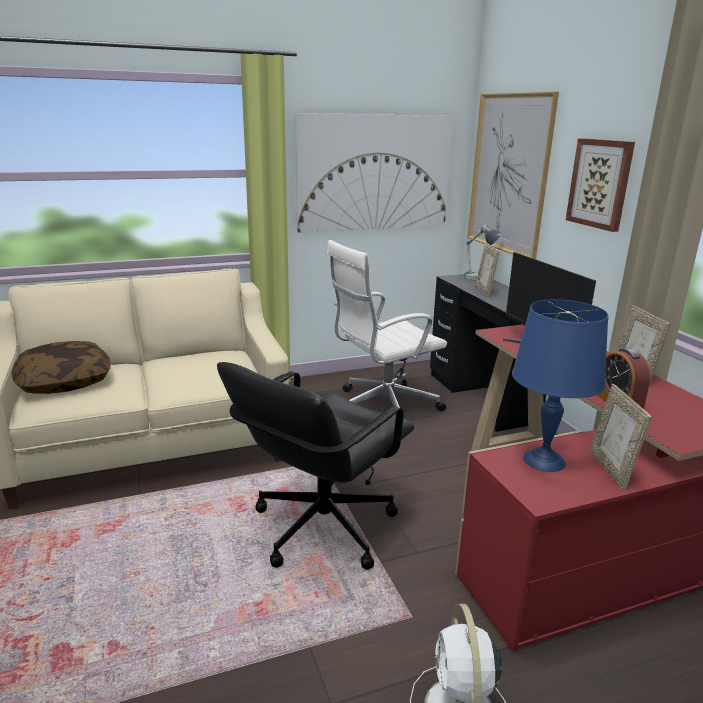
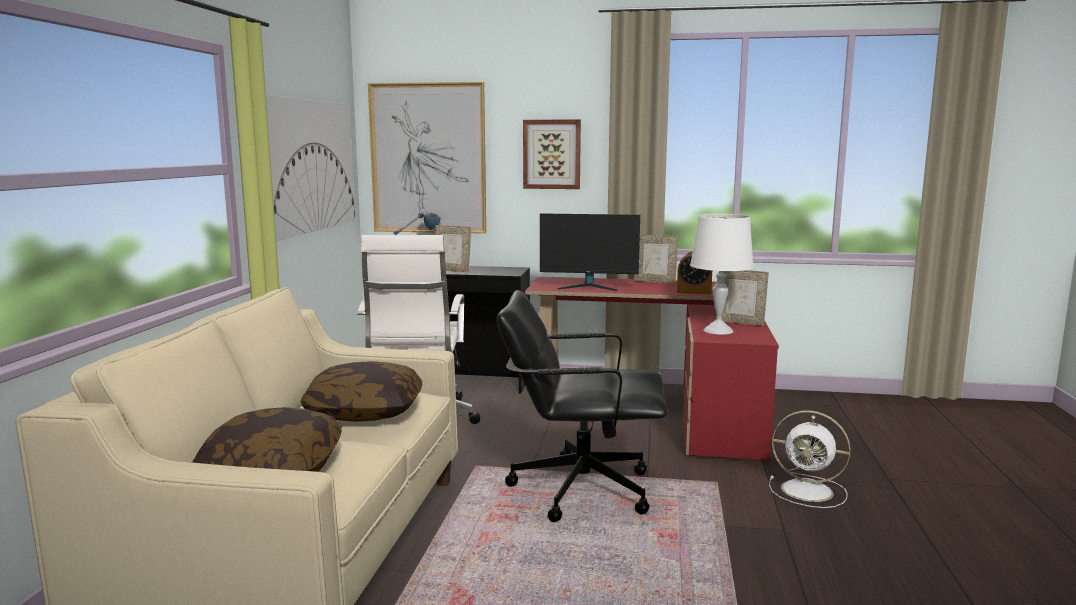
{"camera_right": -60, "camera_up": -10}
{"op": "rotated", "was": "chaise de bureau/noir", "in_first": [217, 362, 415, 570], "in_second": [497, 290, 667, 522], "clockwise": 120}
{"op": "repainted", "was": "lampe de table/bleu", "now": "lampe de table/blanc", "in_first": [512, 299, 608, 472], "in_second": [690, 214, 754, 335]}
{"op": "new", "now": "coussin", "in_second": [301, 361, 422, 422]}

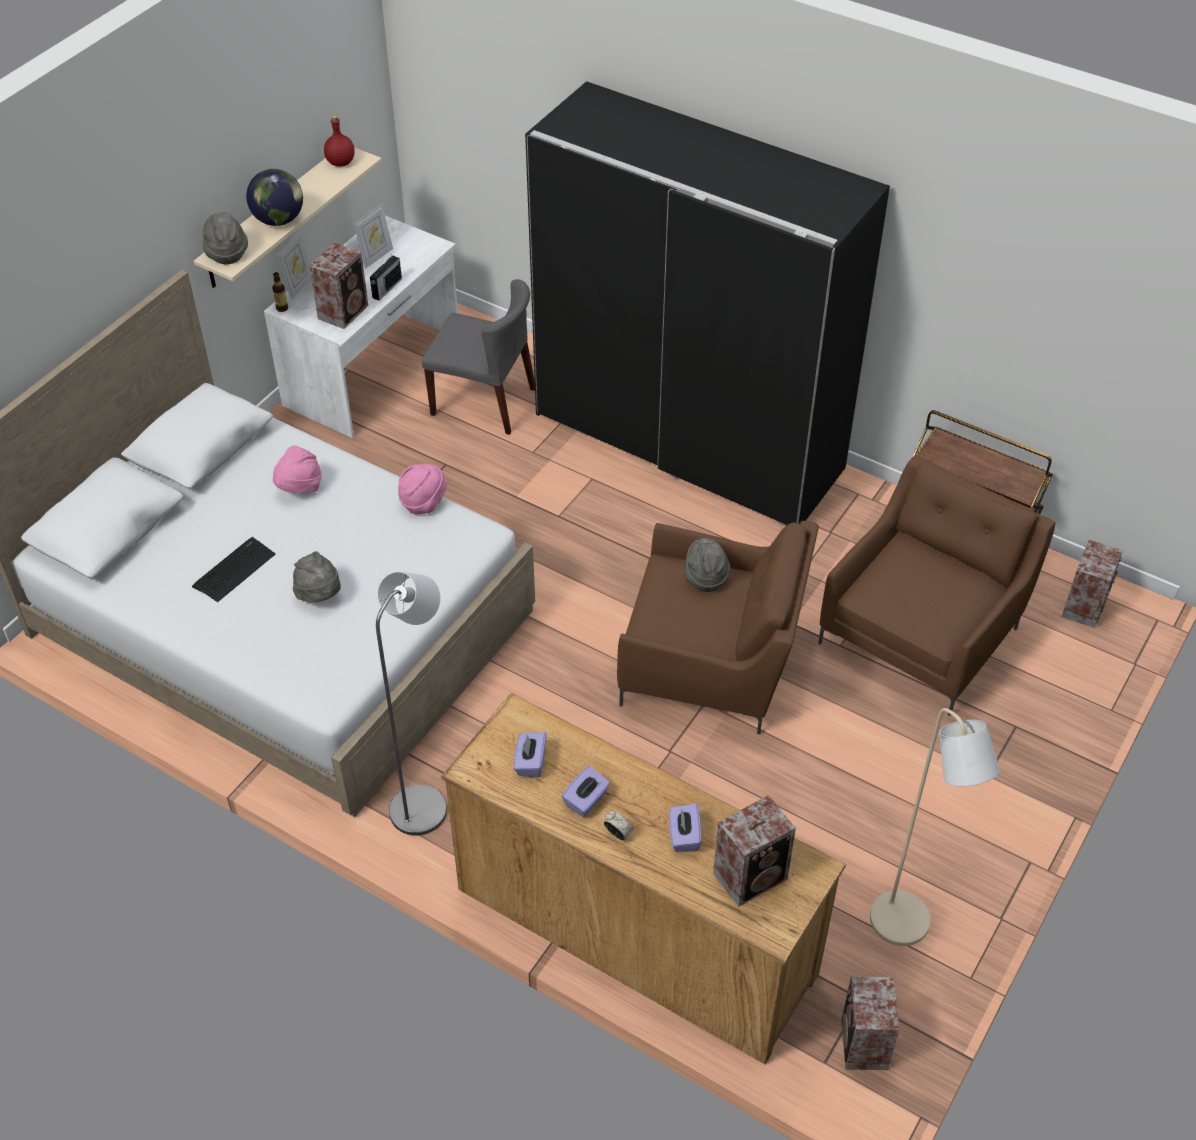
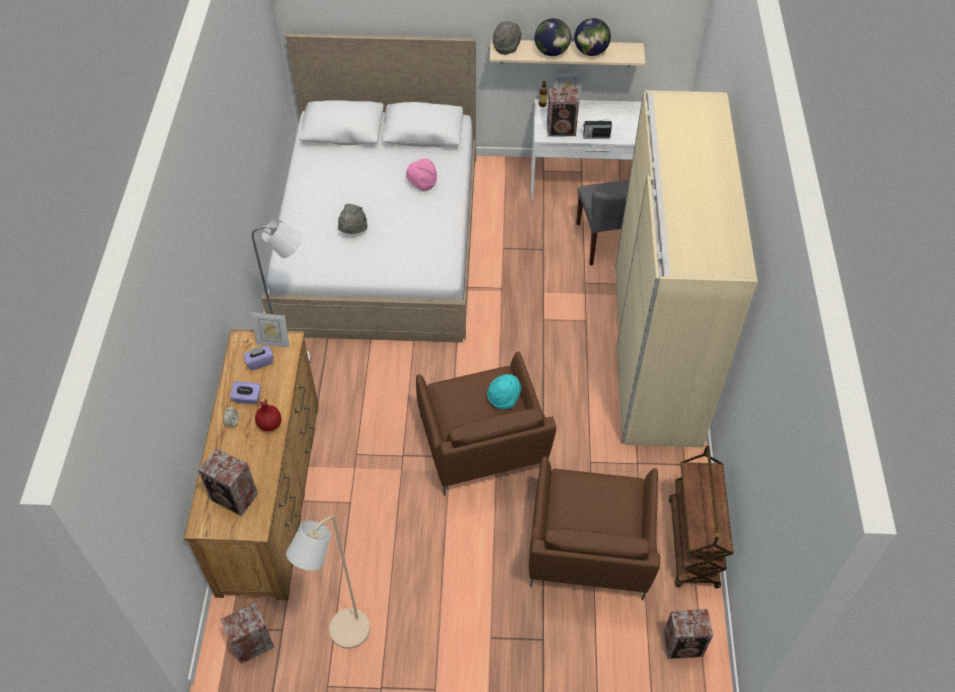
{"camera_right": 60, "camera_up": 5}
{"op": "gone", "was": "clavier", "in_first": [192, 537, 275, 602]}
{"op": "shifted", "was": "bouteille/rouge", "in_first": [324, 115, 355, 167], "in_second": [255, 398, 281, 432]}
{"op": "shifted", "was": "cadre photo", "in_first": [354, 204, 393, 269], "in_second": [251, 312, 290, 348]}
{"op": "gone", "was": "chapeau/rose", "in_first": [398, 464, 447, 514]}
{"op": "repainted", "was": "armoire/noir", "now": "armoire/beige", "in_first": [525, 81, 890, 526], "in_second": [615, 91, 758, 447]}
{"op": "gone", "was": "boîte à mouchoirs/violet", "in_first": [669, 803, 701, 852]}
{"op": "repainted", "was": "chapeau/gris", "now": "chapeau/turquoise", "in_first": [685, 538, 731, 592], "in_second": [487, 374, 521, 409]}
{"op": "rotated", "was": "fauteuil/marron", "in_first": [818, 455, 1056, 716], "in_second": [529, 456, 660, 600], "clockwise": 90}
{"op": "new", "now": "globe", "in_second": [574, 18, 611, 56]}

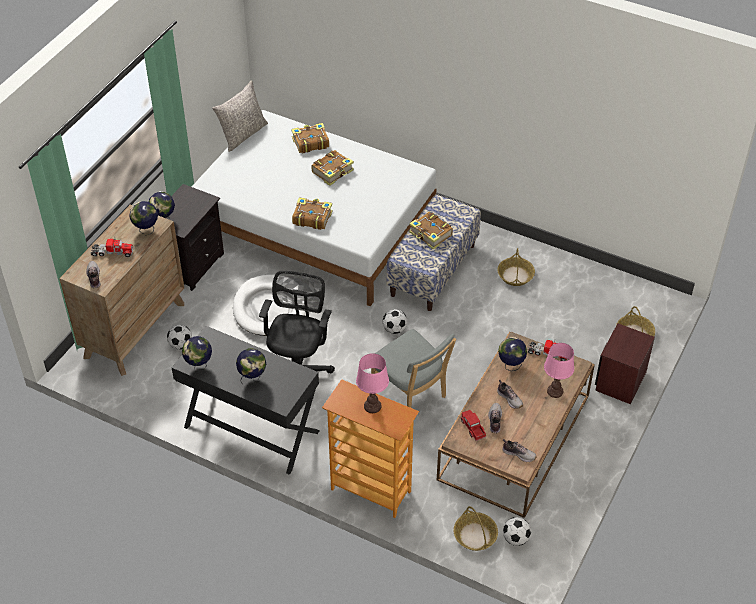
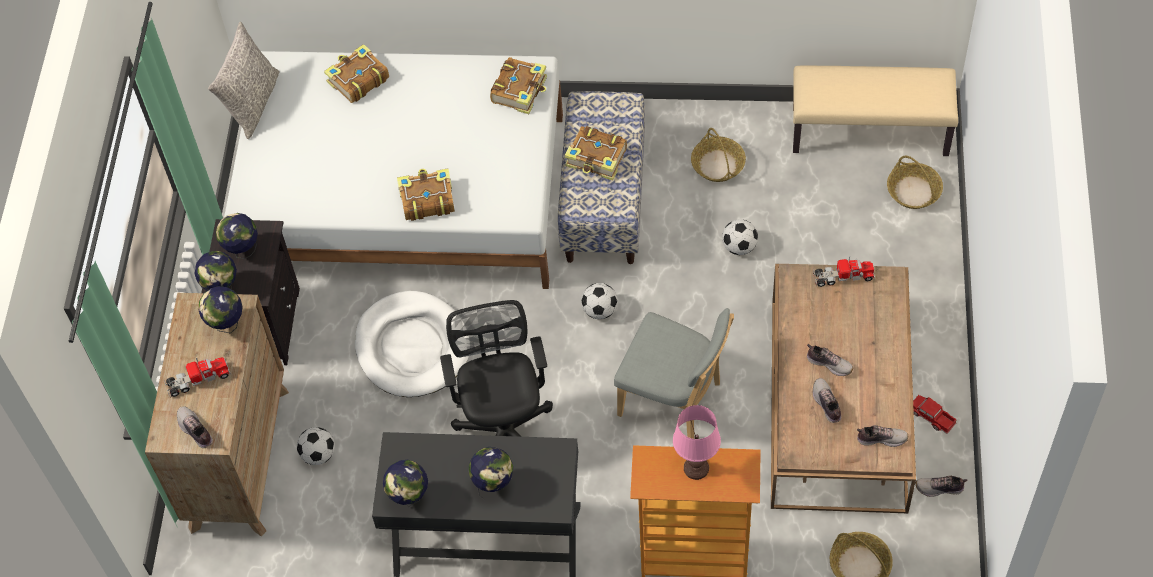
{"camera_right": -20, "camera_up": 10}
{"op": "shifted", "was": "livre", "in_first": [311, 150, 354, 186], "in_second": [490, 57, 547, 114]}
{"op": "shifted", "was": "camion jouet", "in_first": [460, 410, 486, 441], "in_second": [913, 395, 957, 434]}
{"op": "shifted", "was": "globe", "in_first": [498, 337, 527, 371], "in_second": [216, 213, 258, 259]}
{"op": "shifted", "was": "ballon de foot", "in_first": [503, 517, 531, 546], "in_second": [722, 219, 758, 255]}
{"op": "gone", "was": "lampe de table/rose", "in_first": [544, 343, 574, 398]}
{"op": "gone", "was": "table de chevet/marron", "in_first": [595, 323, 655, 404]}
{"op": "new", "now": "banc/beige", "in_second": [793, 65, 958, 156]}
{"op": "new", "now": "chaussure", "in_second": [916, 476, 967, 497]}

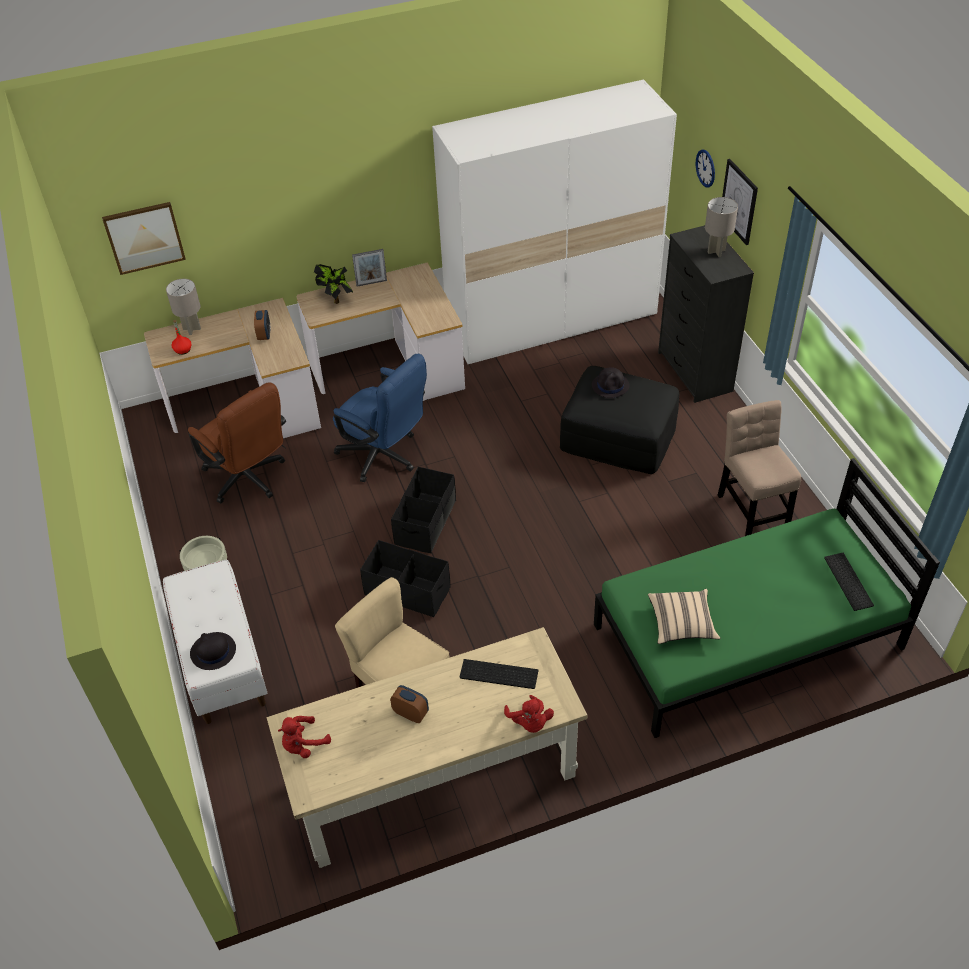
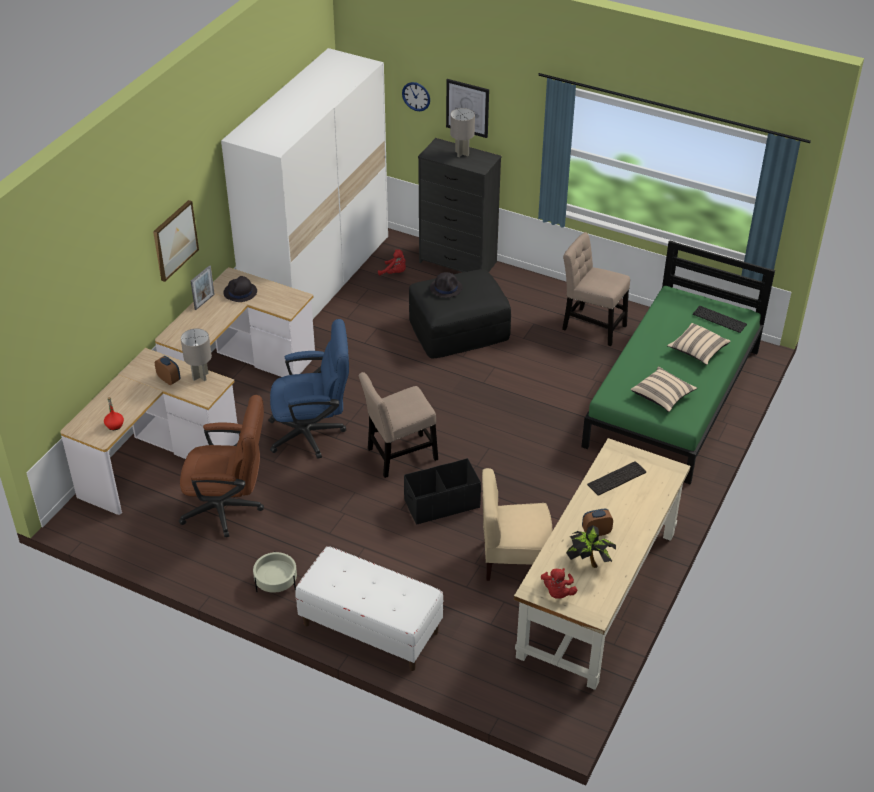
{"camera_right": -45, "camera_up": -5}
{"op": "shifted", "was": "tableau", "in_first": [102, 202, 186, 275], "in_second": [153, 200, 199, 282]}
{"op": "shifted", "was": "lampe de table/gris", "in_first": [166, 279, 201, 335], "in_second": [181, 328, 212, 381]}
{"op": "shifted", "was": "chapeau/noir", "in_first": [190, 632, 236, 670], "in_second": [223, 276, 257, 302]}
{"op": "shifted", "was": "plante en pot", "in_first": [314, 264, 353, 304], "in_second": [566, 525, 616, 568]}
{"op": "swapped", "was": "boîte de rangement/noir", "now": "chaise/beige", "in_first": [391, 467, 456, 553], "in_second": [359, 372, 438, 478]}
{"op": "shifted", "was": "peluche/rouge", "in_first": [504, 695, 554, 733], "in_second": [378, 249, 406, 275]}
{"op": "new", "now": "coussin/beige", "in_second": [667, 323, 731, 365]}

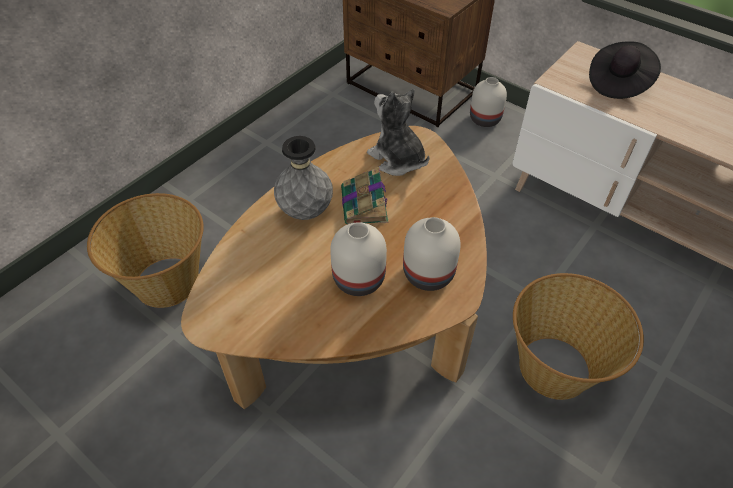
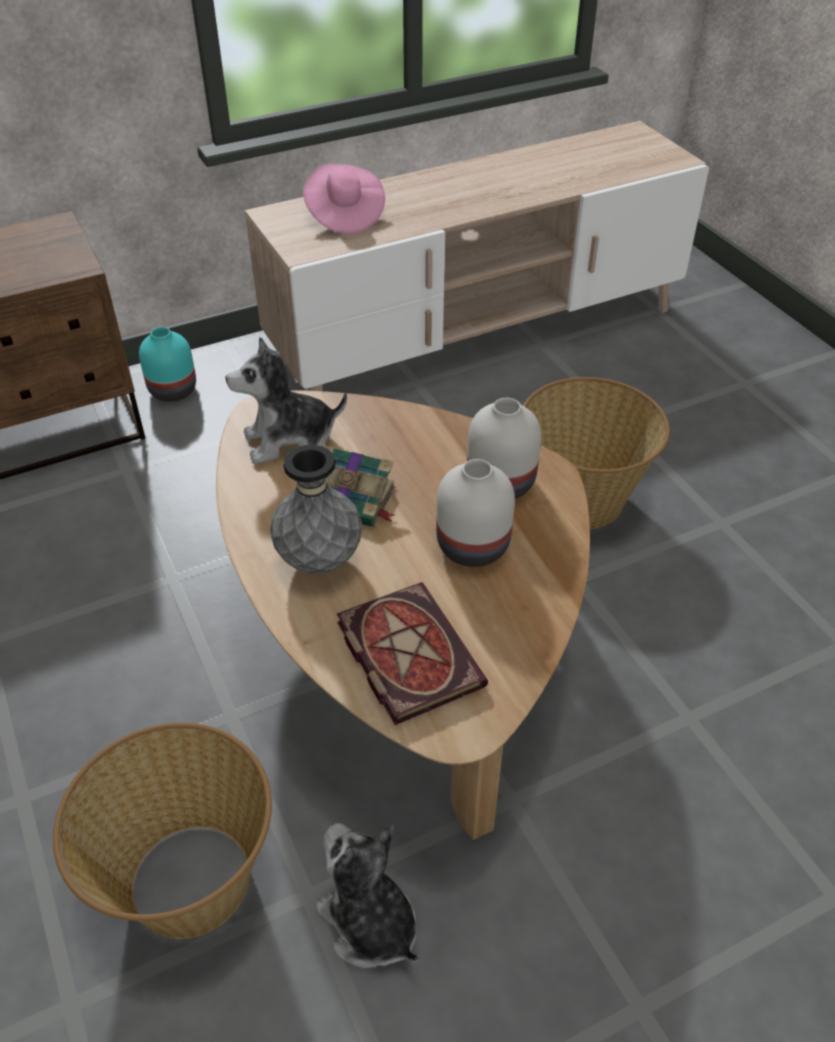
{"camera_right": -65, "camera_up": -5}
{"op": "repainted", "was": "vase/blanc", "now": "vase/turquoise", "in_first": [470, 77, 507, 127], "in_second": [139, 327, 196, 402]}
{"op": "repainted", "was": "chapeau/noir", "now": "chapeau/rose", "in_first": [589, 41, 661, 99], "in_second": [303, 164, 385, 234]}
{"op": "new", "now": "peluche", "in_second": [315, 823, 419, 968]}
{"op": "new", "now": "livre", "in_second": [337, 582, 488, 725]}

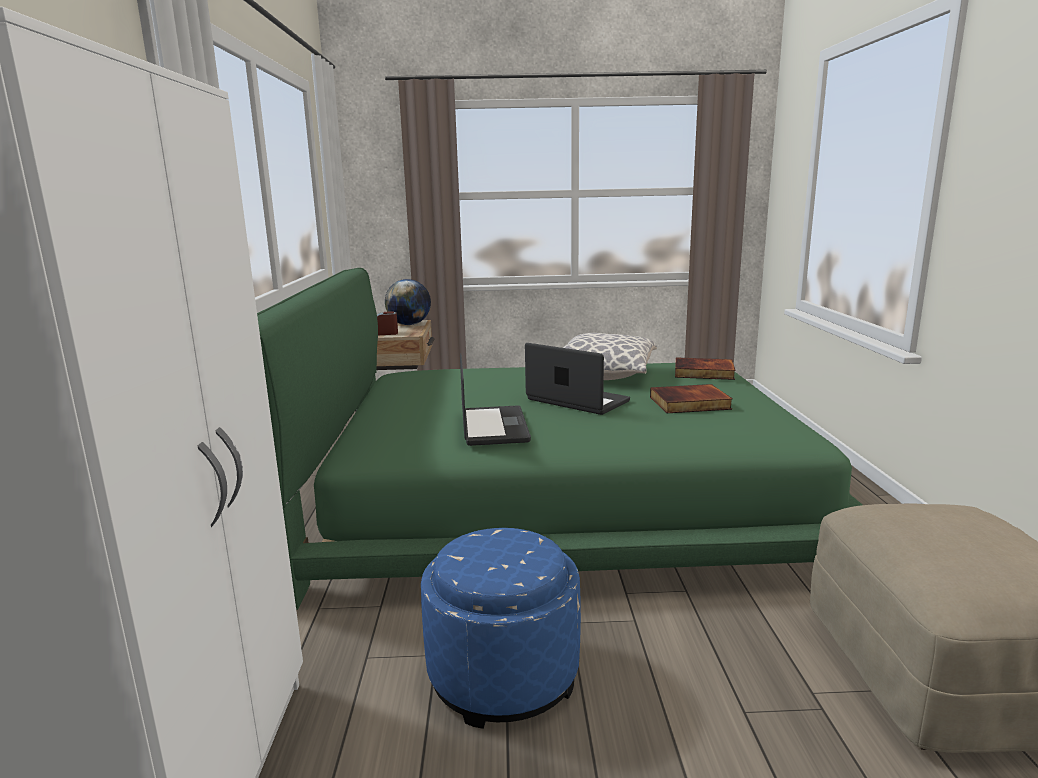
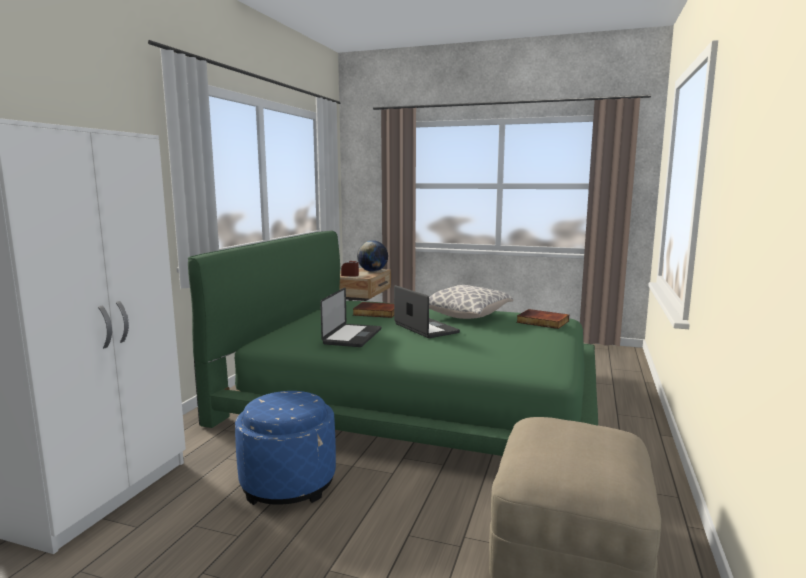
{"camera_right": 20, "camera_up": -5}
{"op": "shifted", "was": "livre", "in_first": [650, 384, 733, 413], "in_second": [353, 302, 394, 318]}

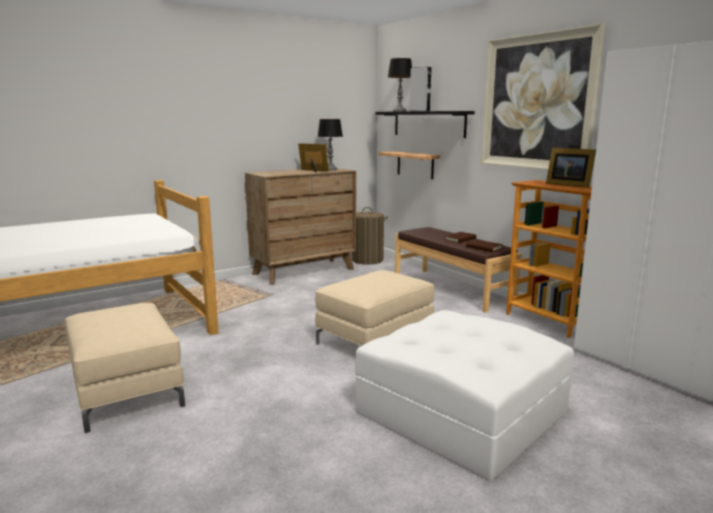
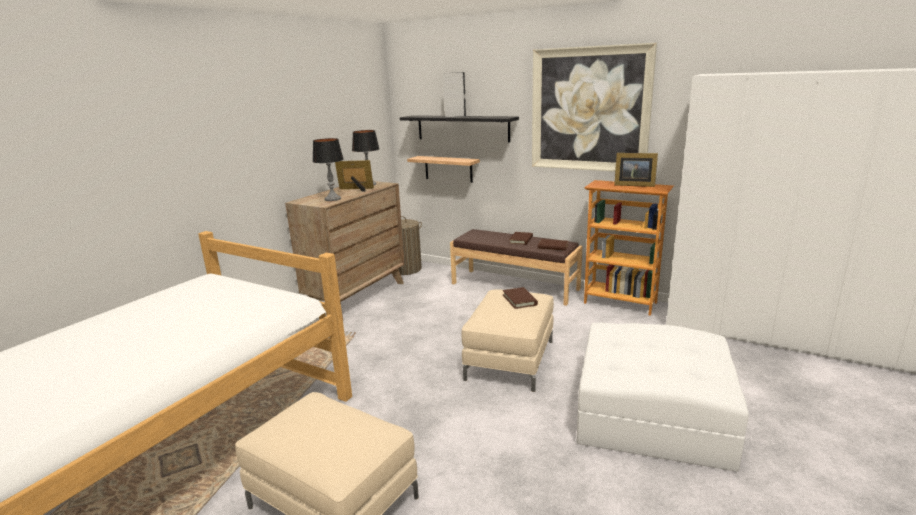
{"camera_right": -25, "camera_up": 5}
{"op": "shifted", "was": "lampe de table", "in_first": [388, 58, 412, 111], "in_second": [312, 138, 344, 201]}
{"op": "new", "now": "livre/marron", "in_second": [503, 287, 538, 309]}

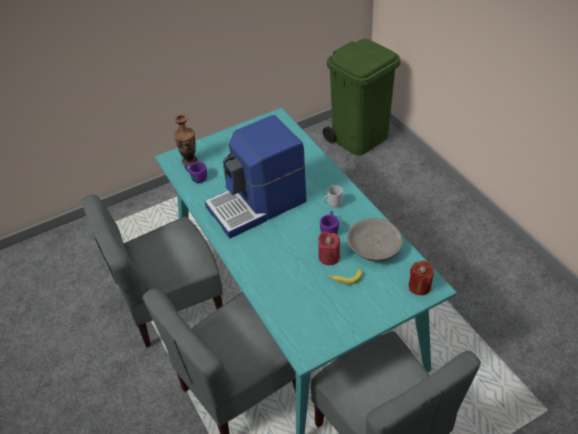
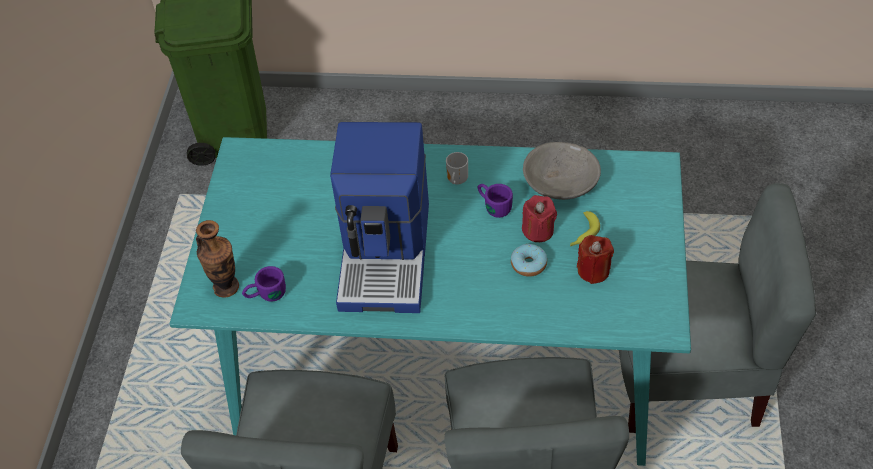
{"camera_right": -55, "camera_up": 5}
{"op": "shifted", "was": "bougie/rouge", "in_first": [409, 261, 435, 295], "in_second": [577, 235, 614, 284]}
{"op": "new", "now": "beignet", "in_second": [511, 244, 547, 277]}

